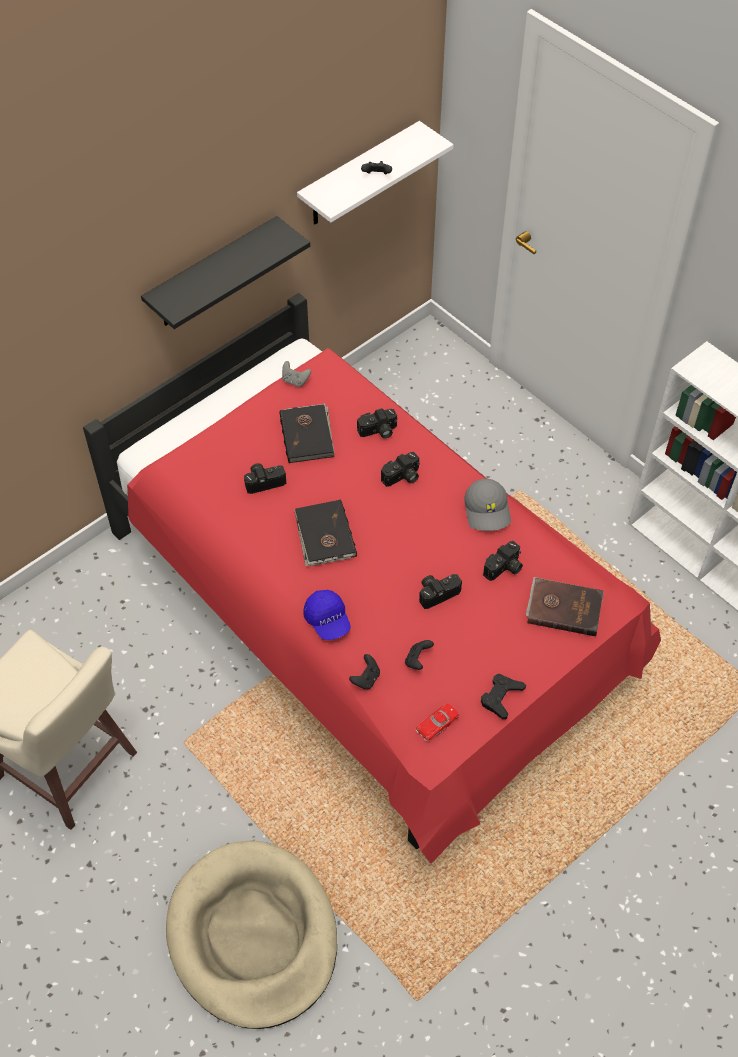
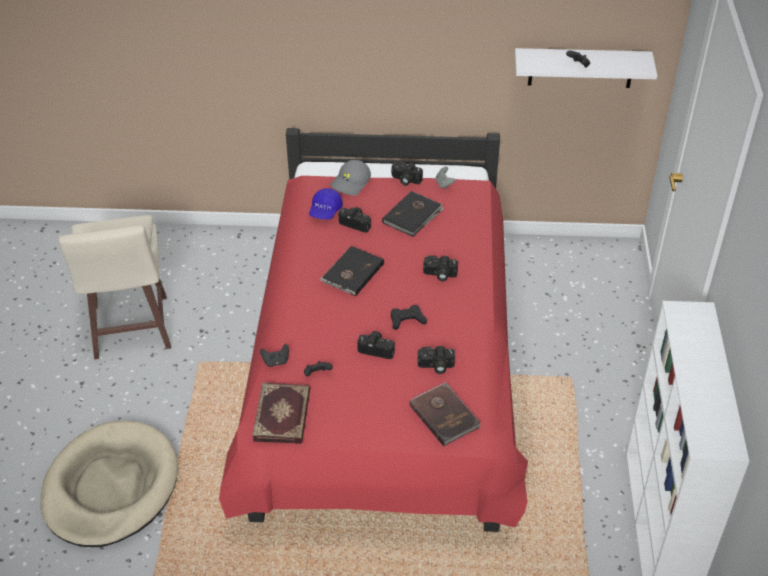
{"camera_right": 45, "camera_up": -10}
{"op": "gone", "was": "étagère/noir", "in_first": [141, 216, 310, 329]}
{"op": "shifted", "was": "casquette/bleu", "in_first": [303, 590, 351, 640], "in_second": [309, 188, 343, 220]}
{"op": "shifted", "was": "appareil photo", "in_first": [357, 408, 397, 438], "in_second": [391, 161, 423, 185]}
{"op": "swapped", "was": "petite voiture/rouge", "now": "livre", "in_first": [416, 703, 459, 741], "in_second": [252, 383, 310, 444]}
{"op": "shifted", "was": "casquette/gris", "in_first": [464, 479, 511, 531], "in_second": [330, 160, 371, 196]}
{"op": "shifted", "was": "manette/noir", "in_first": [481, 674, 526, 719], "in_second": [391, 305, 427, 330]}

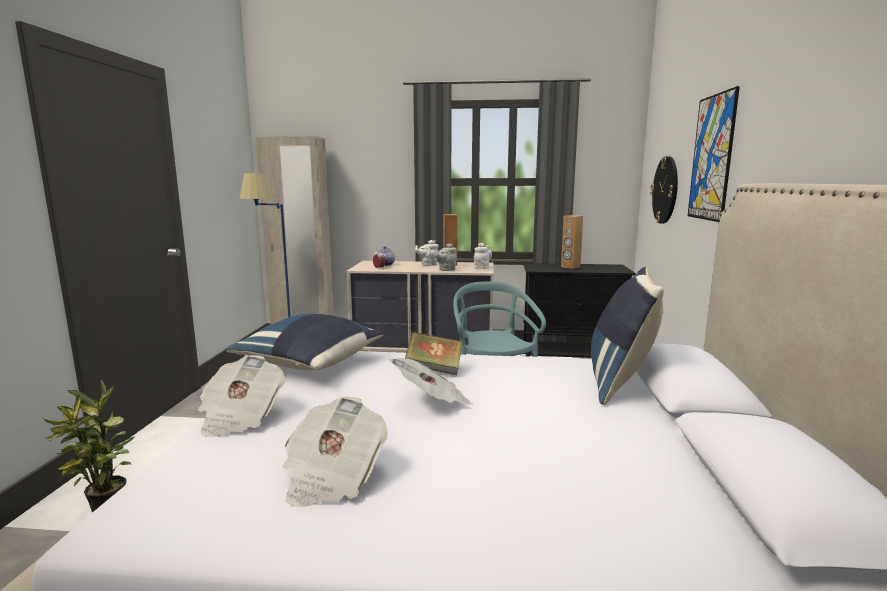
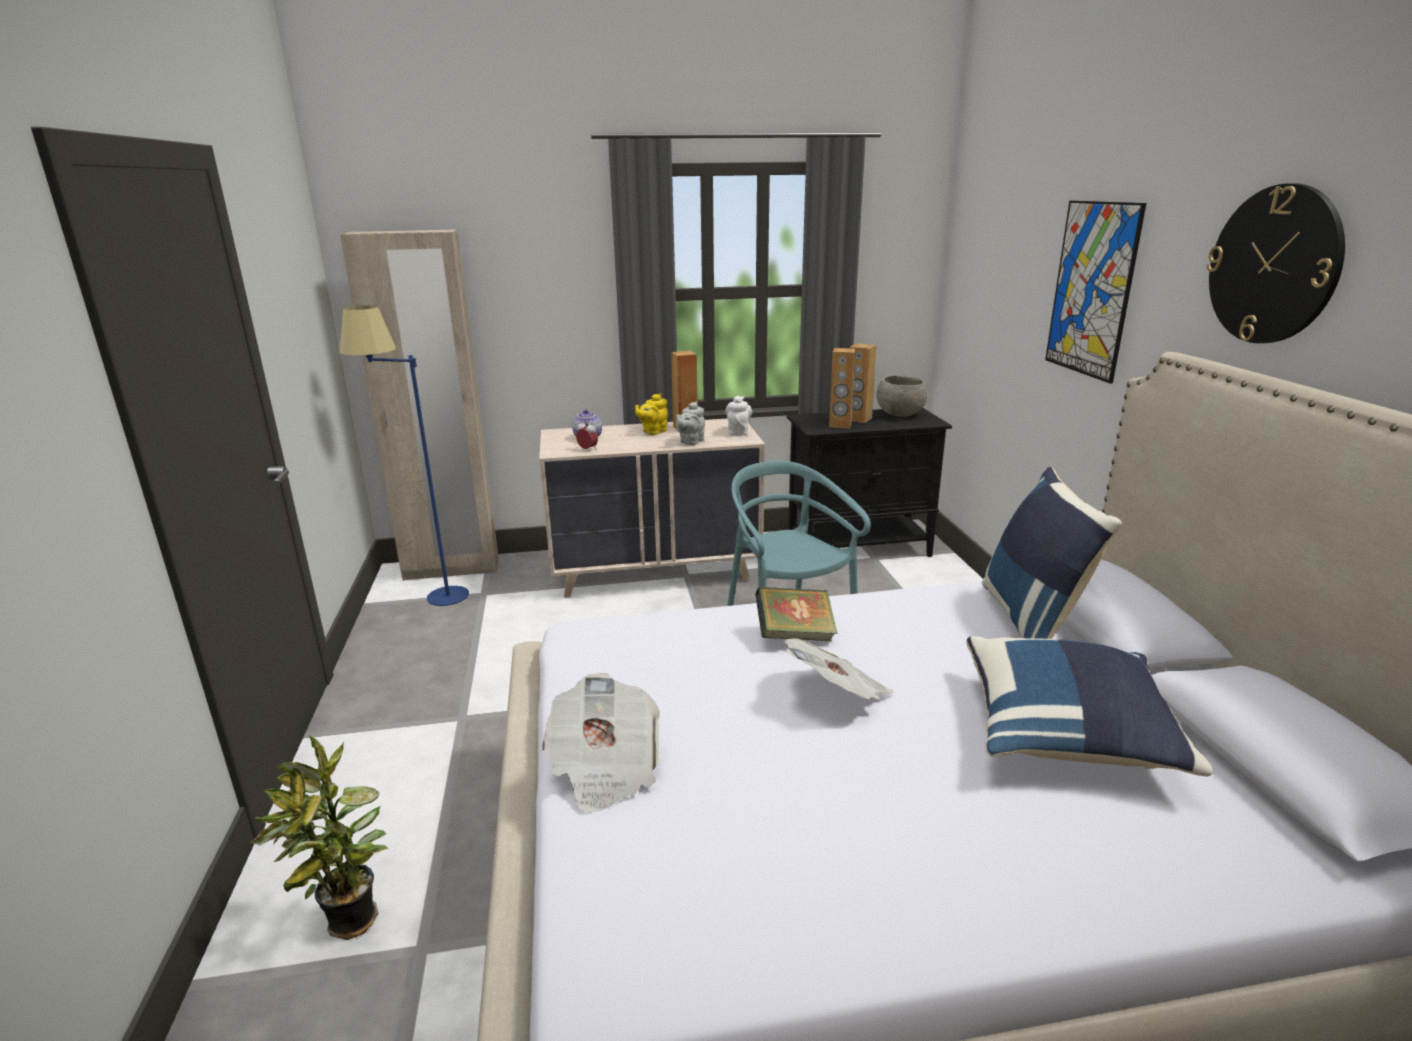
{"camera_right": -15, "camera_up": 10}
{"op": "shifted", "was": "coussin/bleu", "in_first": [226, 313, 383, 370], "in_second": [966, 636, 1213, 776]}
{"op": "gone", "was": "journal", "in_first": [283, 396, 388, 507]}
{"op": "repainted", "was": "théière/blanc", "now": "théière/jaune", "in_first": [415, 240, 439, 266], "in_second": [635, 393, 668, 435]}
{"op": "shifted", "was": "horloge murale", "in_first": [650, 156, 678, 224], "in_second": [1207, 183, 1345, 343]}
{"op": "new", "now": "enceinte/marron", "in_second": [829, 348, 855, 428]}
{"op": "new", "now": "bol/gris", "in_second": [877, 375, 927, 417]}

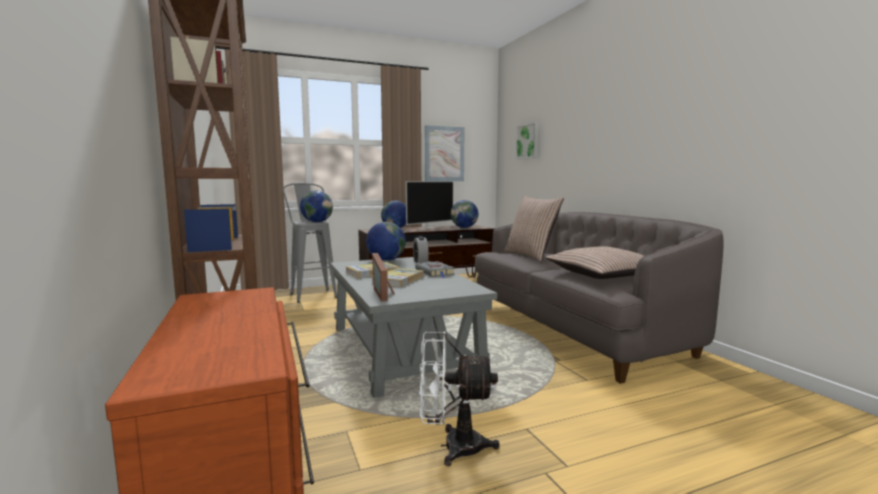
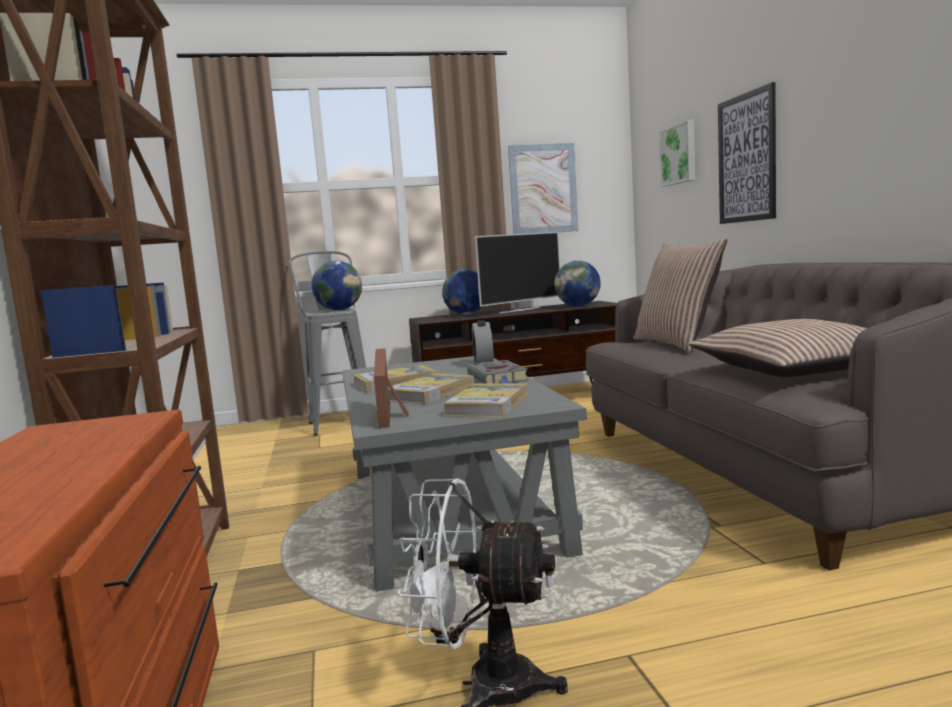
{"camera_right": 10, "camera_up": 0}
{"op": "gone", "was": "globe", "in_first": [366, 222, 406, 261]}
{"op": "new", "now": "livre", "in_second": [443, 383, 528, 417]}
{"op": "new", "now": "tableau", "in_second": [718, 82, 776, 224]}

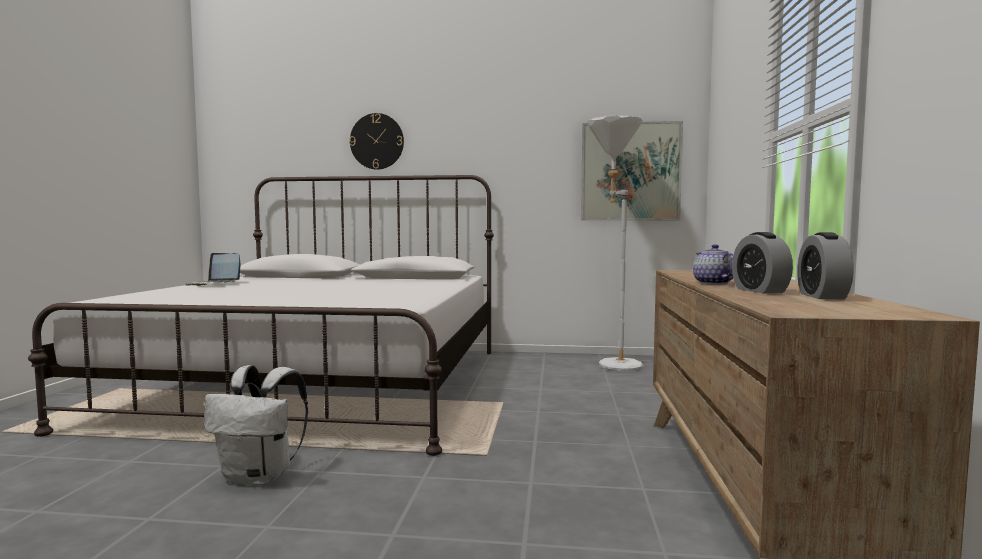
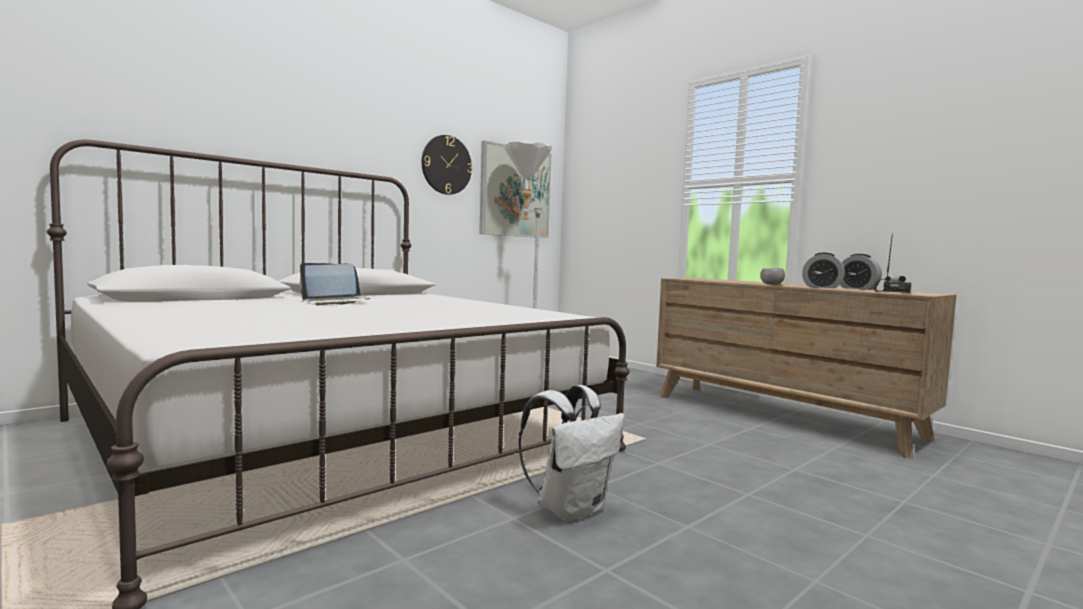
{"camera_right": -50, "camera_up": 0}
{"op": "shifted", "was": "ordinateur portable", "in_first": [186, 253, 240, 286], "in_second": [299, 263, 371, 305]}
{"op": "shifted", "was": "horloge murale", "in_first": [349, 113, 404, 170], "in_second": [422, 135, 473, 195]}
{"op": "swapped", "was": "théière", "now": "bol/gris", "in_first": [693, 244, 733, 285], "in_second": [760, 268, 785, 285]}
{"op": "new", "now": "radio", "in_second": [874, 233, 911, 293]}

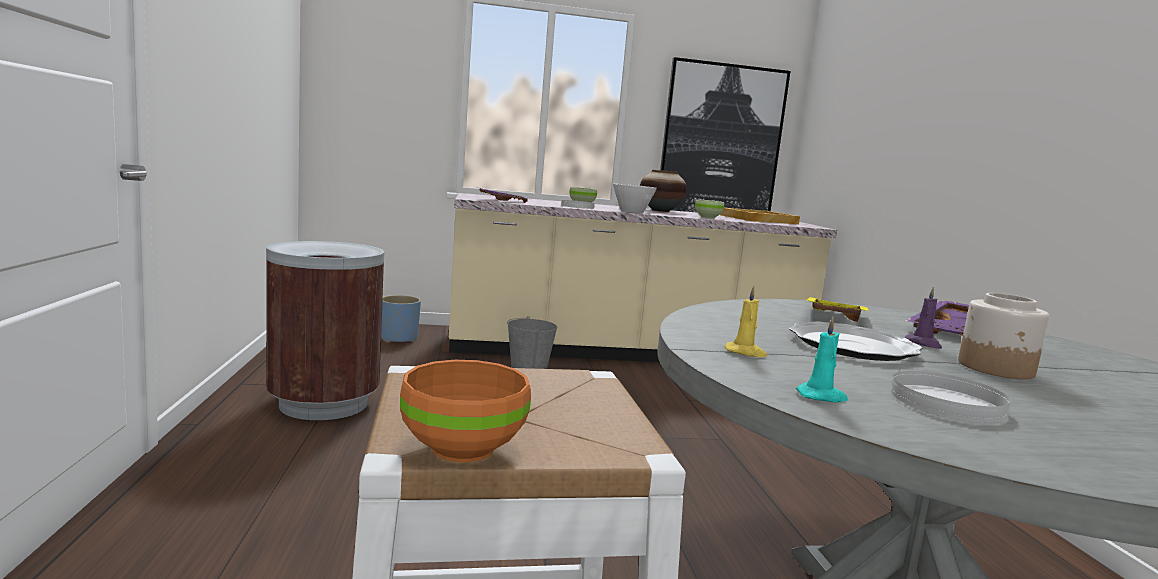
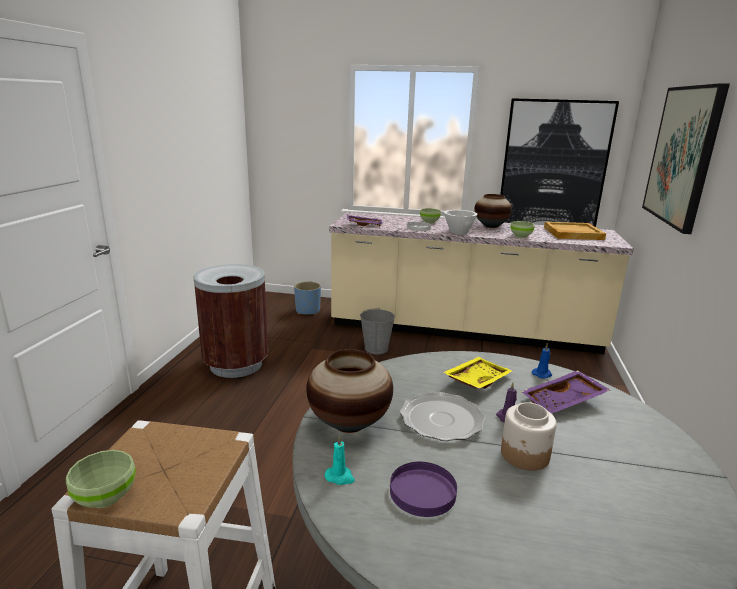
{"camera_right": 20, "camera_up": 10}
{"op": "repainted", "was": "bol/orange", "now": "bol/vert", "in_first": [400, 360, 531, 462], "in_second": [66, 450, 136, 508]}
{"op": "swapped", "was": "bougie/jaune", "now": "vase", "in_first": [725, 286, 767, 357], "in_second": [306, 349, 393, 433]}
{"op": "repainted", "was": "assiette/blanc", "now": "assiette/violet", "in_first": [891, 371, 1011, 423], "in_second": [390, 462, 457, 517]}
{"op": "new", "now": "bougie/bleu", "in_second": [532, 343, 552, 379]}
{"op": "new", "now": "tableau", "in_second": [642, 83, 730, 234]}

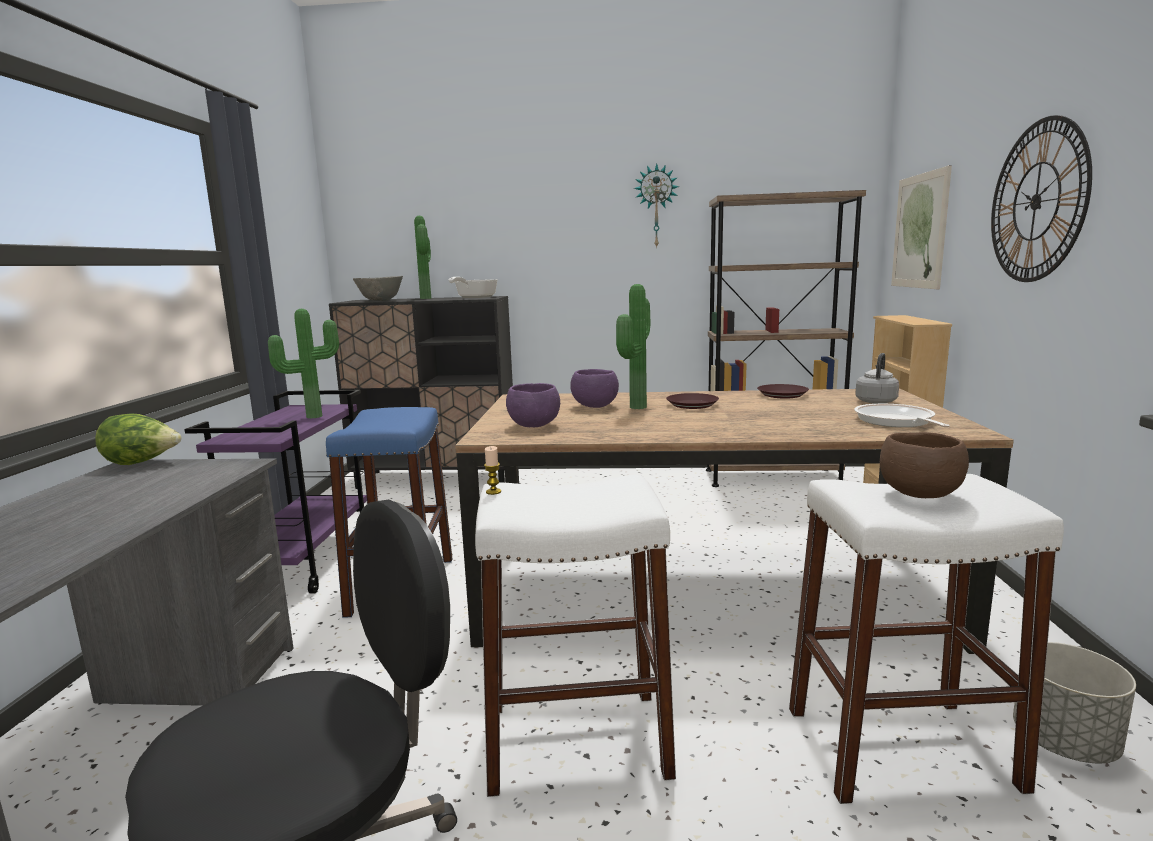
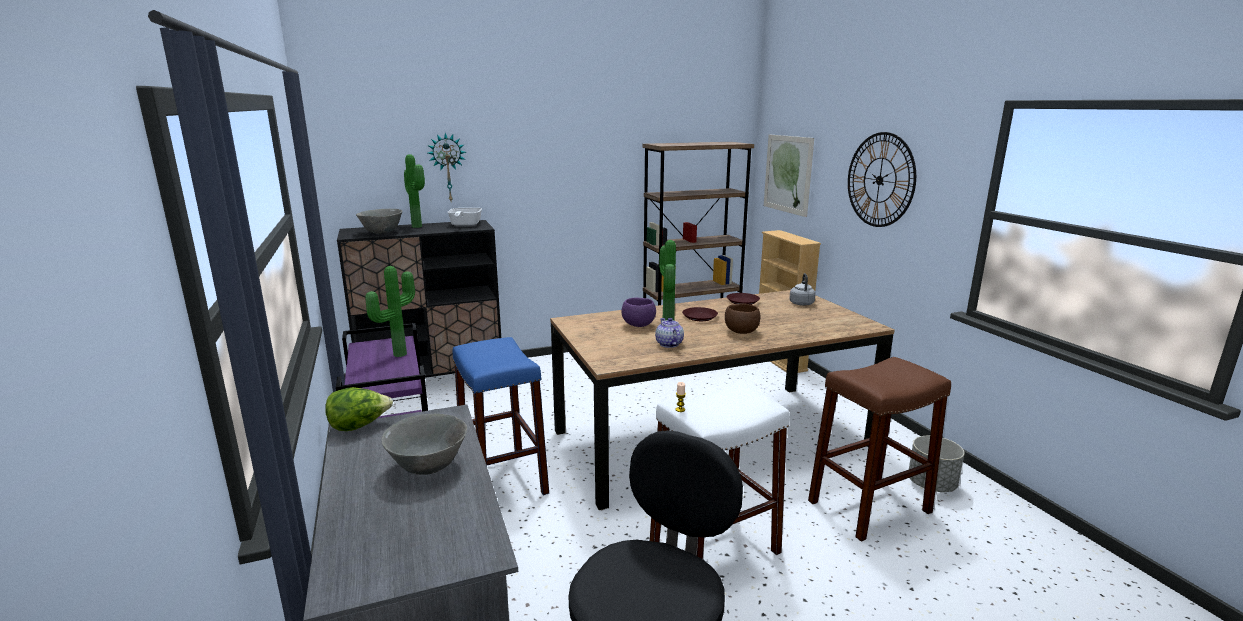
{"camera_right": -25, "camera_up": 5}
{"op": "gone", "was": "bol/violet", "in_first": [506, 383, 560, 427]}
{"op": "shifted", "was": "horloge murale", "in_first": [634, 164, 679, 249], "in_second": [427, 133, 466, 201]}
{"op": "repainted", "was": "tabouret/blanc", "now": "tabouret/marron", "in_first": [789, 474, 1064, 804], "in_second": [808, 357, 951, 542]}
{"op": "gone", "was": "poêle", "in_first": [854, 404, 950, 427]}
{"op": "shifted", "was": "bol/marron", "in_first": [880, 432, 969, 498], "in_second": [725, 303, 760, 334]}
{"op": "new", "now": "bol/gris", "in_second": [381, 414, 467, 475]}
{"op": "new", "now": "théière", "in_second": [655, 318, 684, 348]}

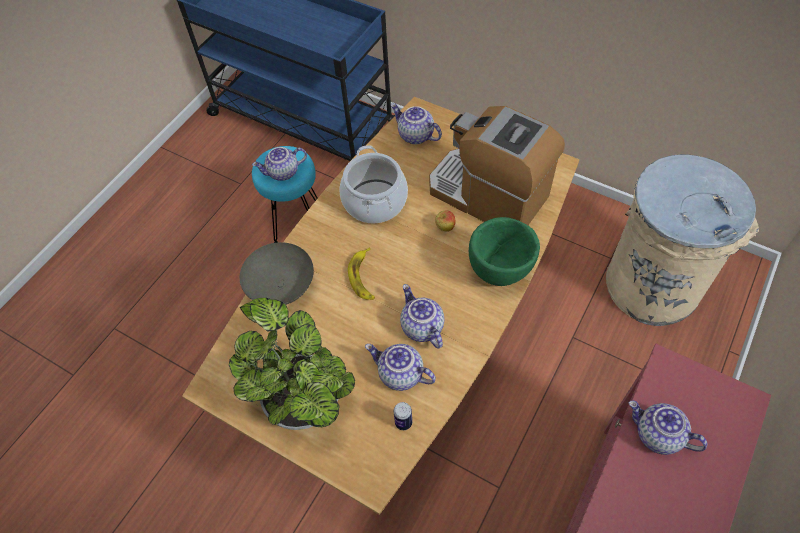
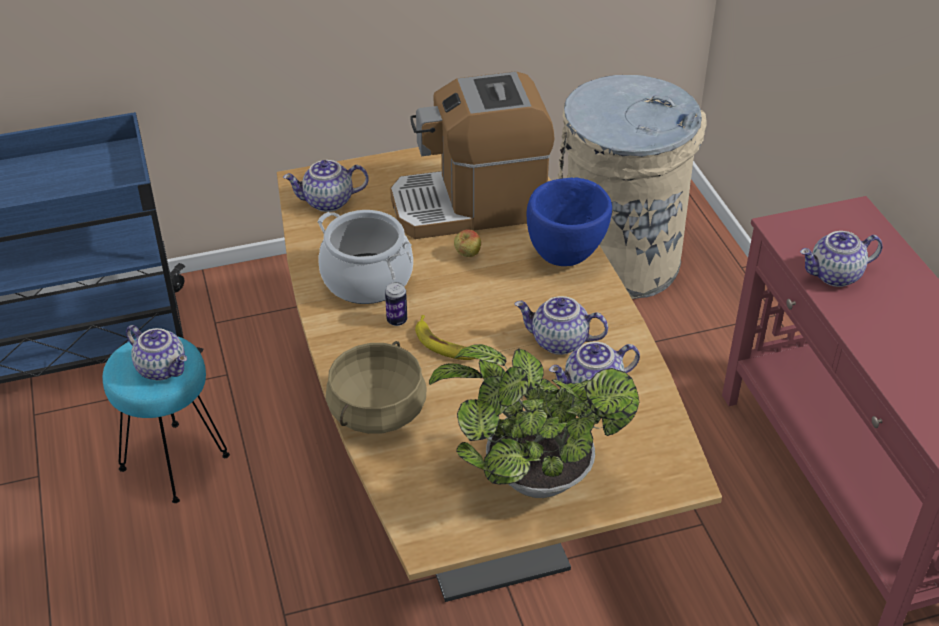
{"camera_right": -50, "camera_up": -15}
{"op": "swapped", "was": "bol/gris", "now": "marmite/beige", "in_first": [240, 242, 314, 305], "in_second": [326, 341, 426, 434]}
{"op": "rotated", "was": "théière", "in_first": [252, 147, 307, 181], "in_second": [126, 325, 187, 380], "clockwise": -75}
{"op": "shifted", "was": "boîte métallique", "in_first": [394, 402, 412, 430], "in_second": [385, 282, 407, 326]}
{"op": "repainted", "was": "bol/vert", "now": "bol/bleu", "in_first": [469, 217, 540, 286], "in_second": [527, 178, 612, 266]}

